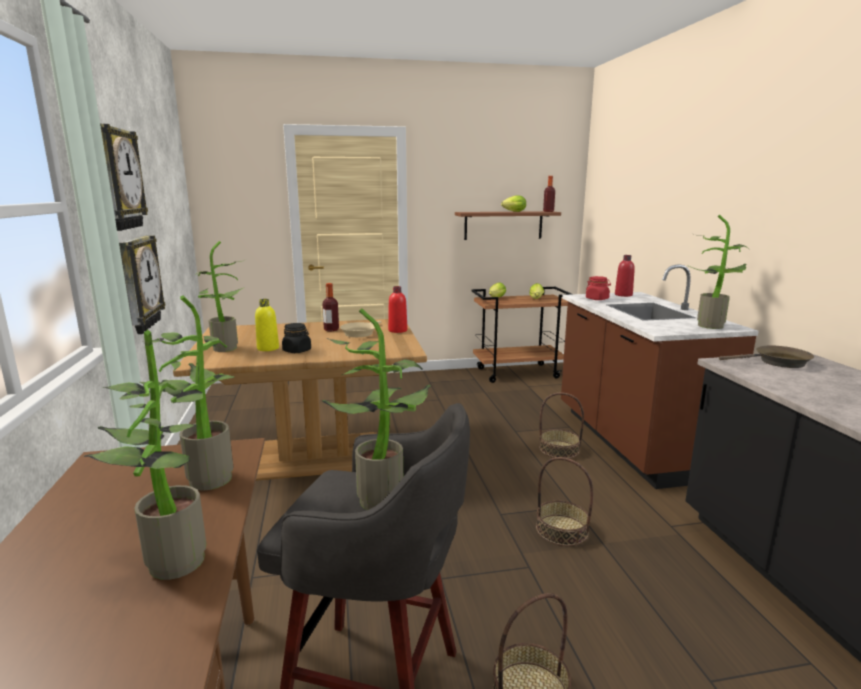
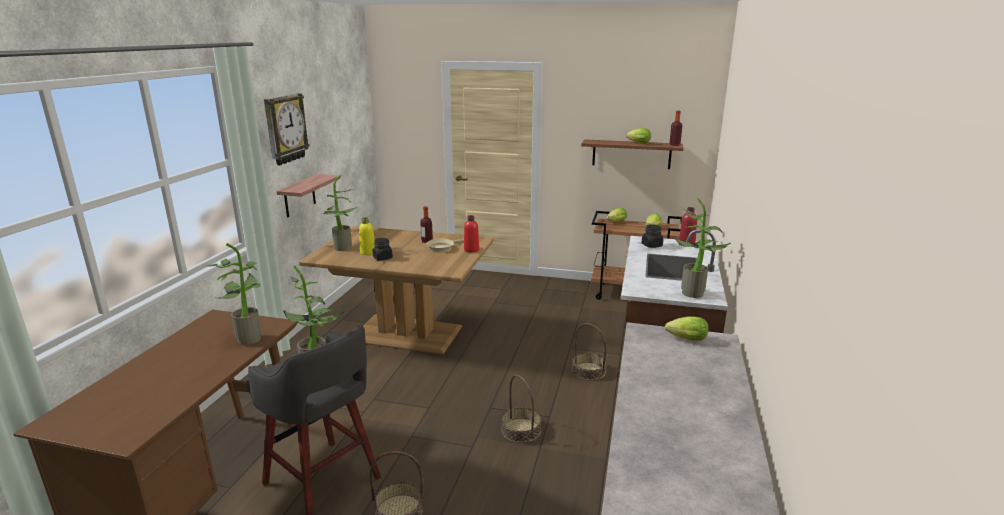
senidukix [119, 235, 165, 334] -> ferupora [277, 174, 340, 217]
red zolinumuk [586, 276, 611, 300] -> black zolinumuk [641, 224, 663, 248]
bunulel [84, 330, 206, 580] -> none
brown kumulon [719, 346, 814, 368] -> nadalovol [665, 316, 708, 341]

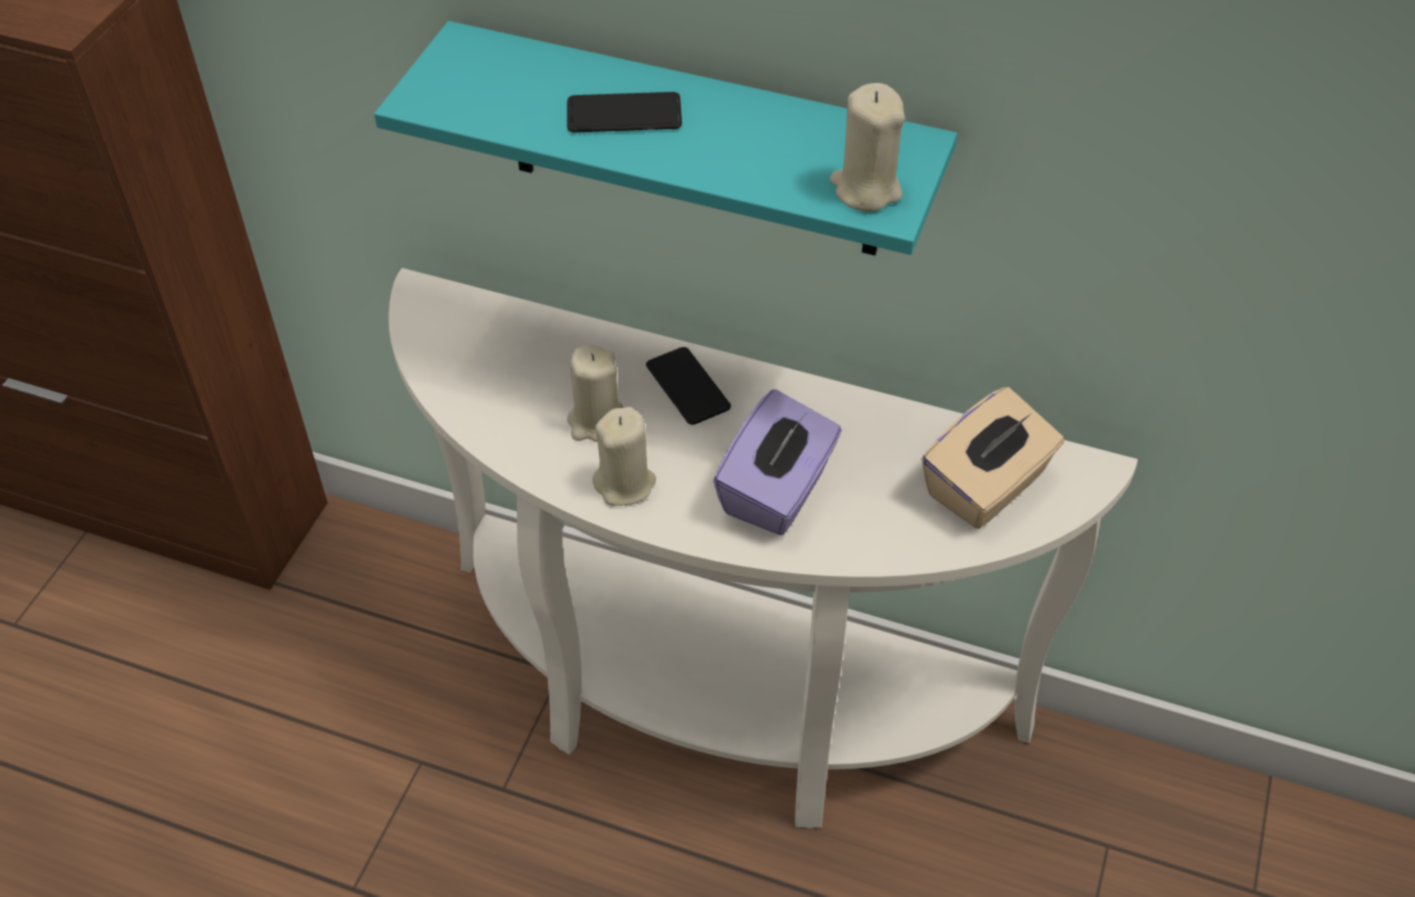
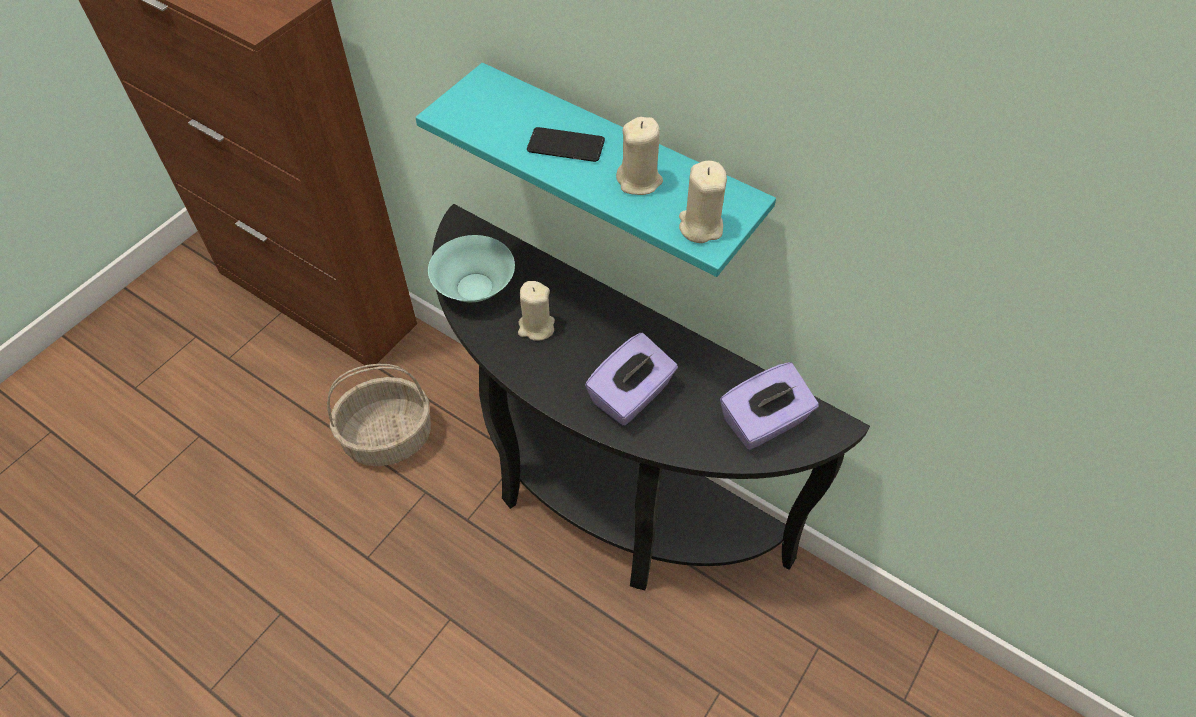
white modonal [389, 268, 1138, 828] -> black modonal [432, 204, 870, 590]
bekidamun [646, 347, 731, 425] -> none
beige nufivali [922, 387, 1064, 529] -> purple nufivali [720, 362, 819, 450]
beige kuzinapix [593, 407, 656, 506] -> beige kuzinapix [616, 117, 663, 195], moved
none -> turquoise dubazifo [428, 235, 515, 302]
none -> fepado [327, 364, 431, 466]

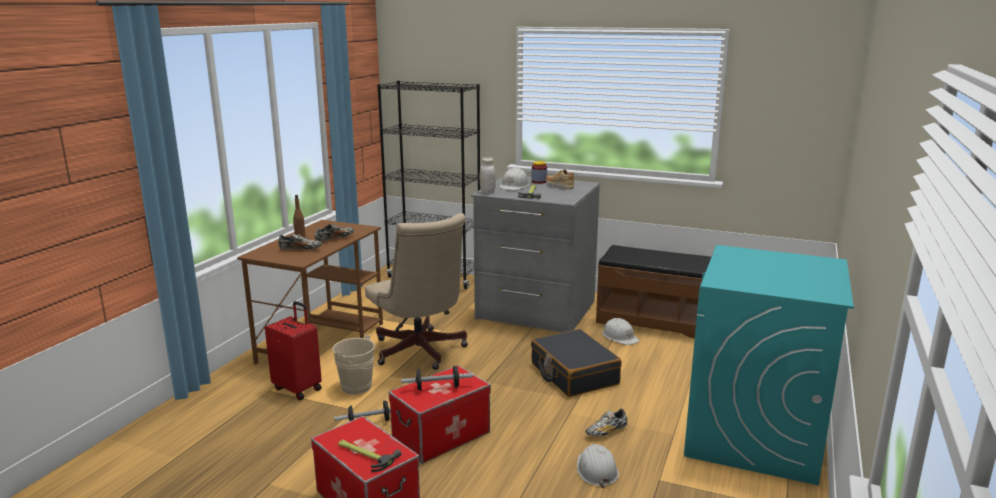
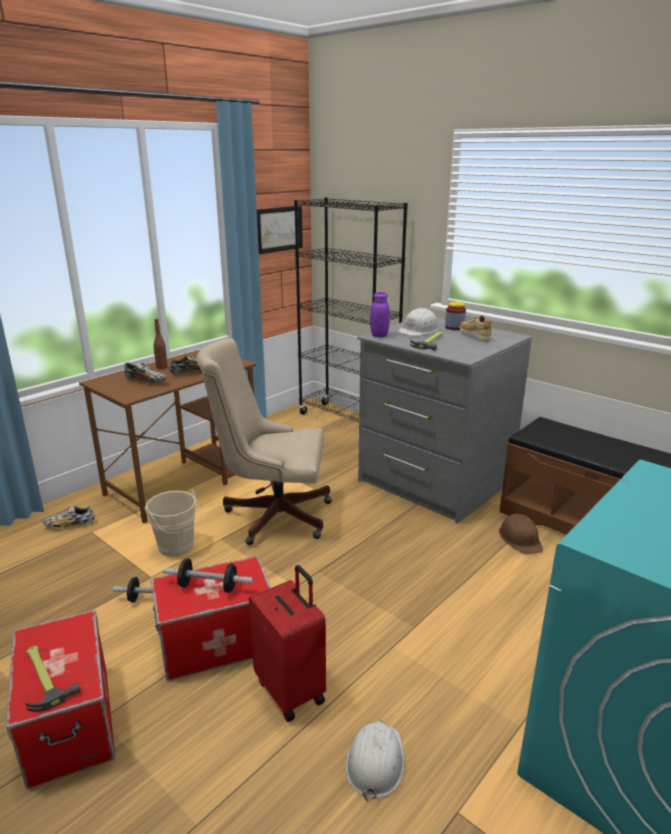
white zolinumuk [479, 157, 496, 194] -> purple zolinumuk [370, 292, 390, 337]
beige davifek [365, 213, 468, 370] -> beige davifek [196, 338, 332, 545], 105 degrees clockwise
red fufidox [265, 301, 322, 400] -> red fufidox [249, 565, 326, 722], moved
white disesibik [602, 318, 639, 345] -> brown disesibik [499, 514, 543, 554]
black fufidox [531, 329, 622, 397] -> none
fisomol [585, 409, 628, 436] -> fisomol [43, 505, 95, 528], moved
none -> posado [257, 206, 303, 254]

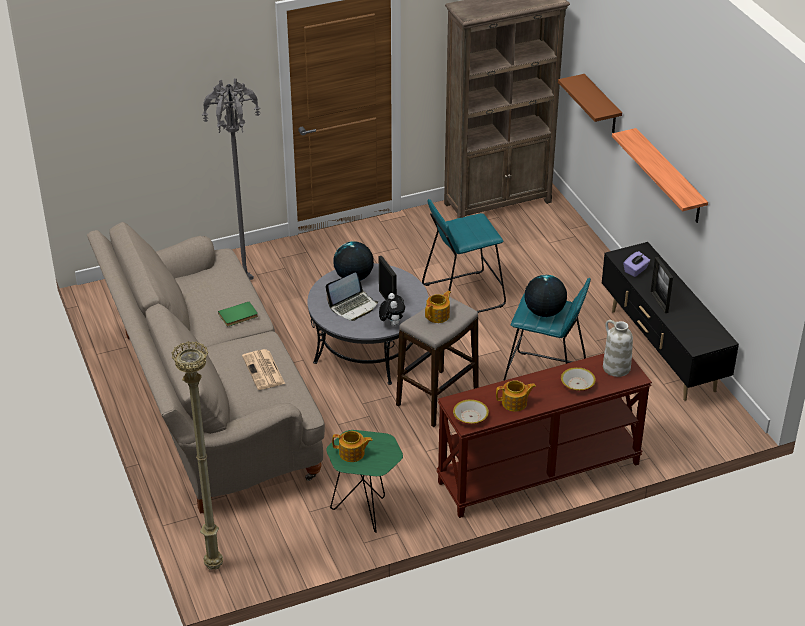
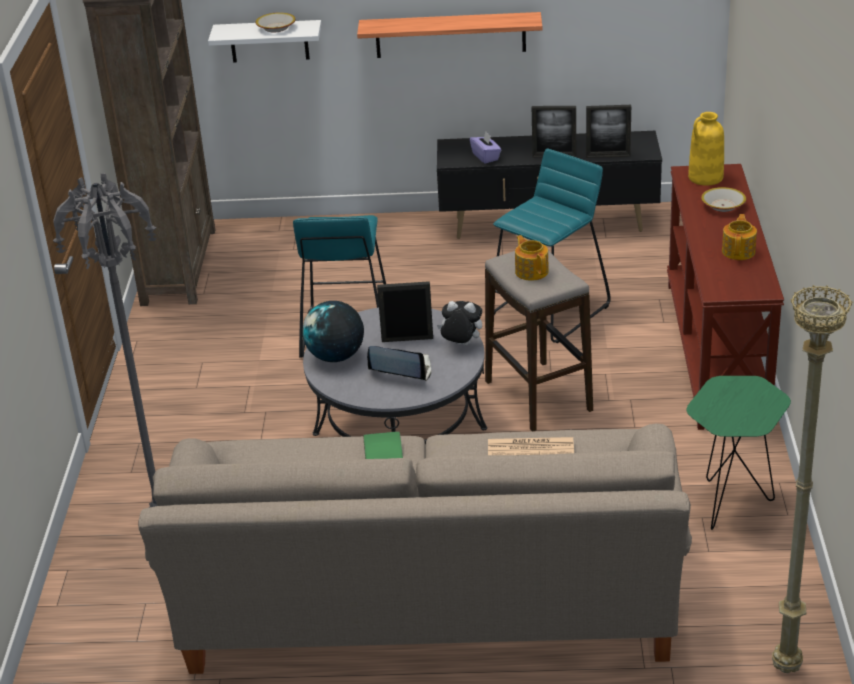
brown ferupora [558, 74, 622, 133] -> white ferupora [208, 20, 322, 63]
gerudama [326, 273, 378, 321] -> gerudama [367, 346, 431, 381], 60 degrees counterclockwise
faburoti [525, 275, 567, 317] -> none
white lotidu [603, 320, 633, 377] -> yellow lotidu [688, 112, 724, 185]
dubazifo [453, 399, 489, 424] -> dubazifo [256, 13, 296, 32], moved
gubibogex [332, 431, 373, 462] -> none
none -> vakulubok [586, 105, 631, 158]

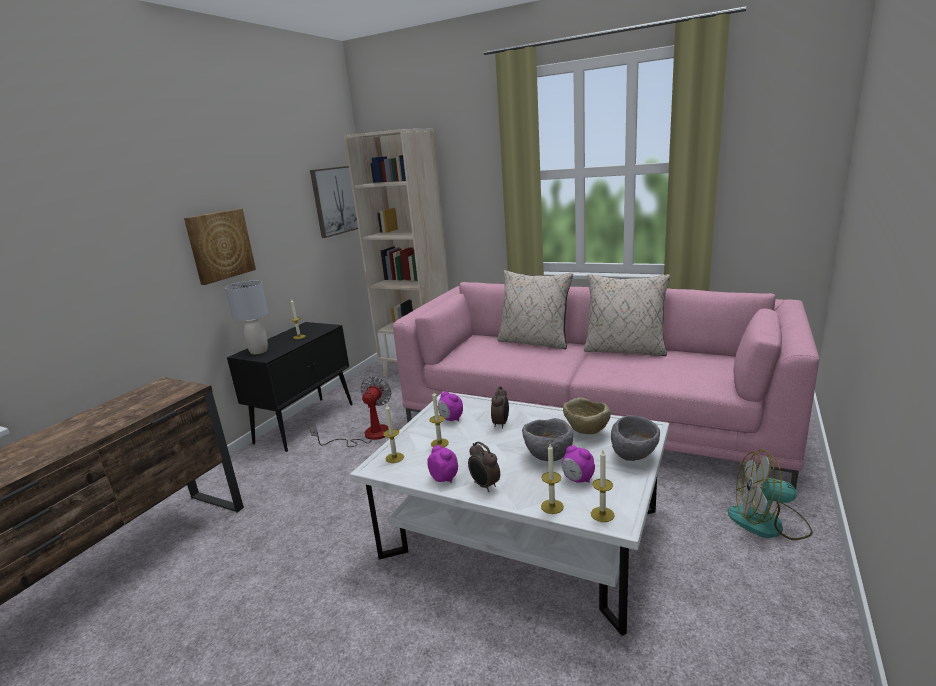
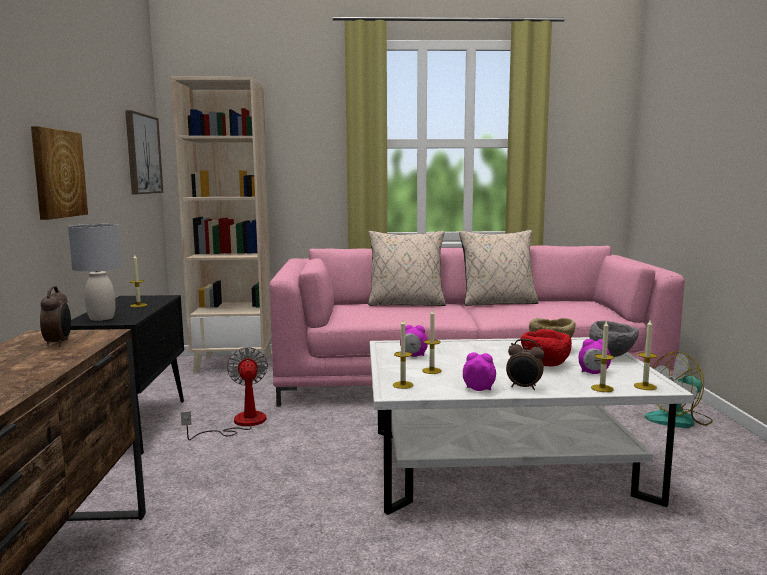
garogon [491, 386, 509, 429] -> garogon [40, 286, 71, 346], moved
grey dubazifo [522, 418, 573, 461] -> red dubazifo [521, 329, 572, 366]

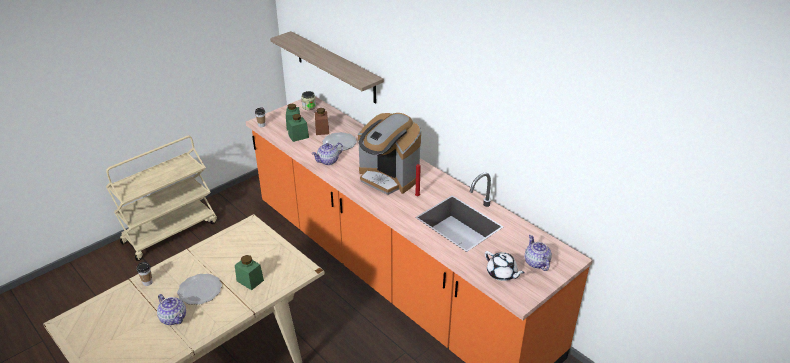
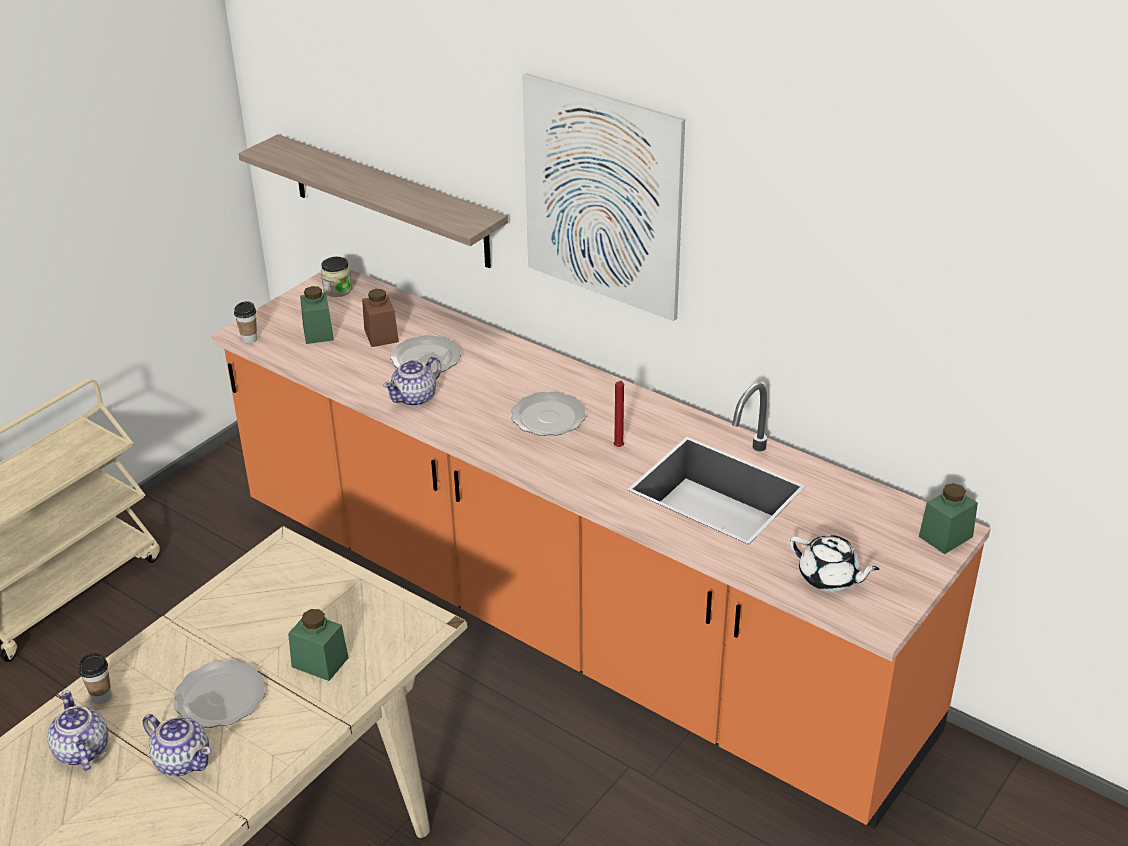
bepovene [358, 113, 421, 195] -> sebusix [511, 391, 586, 436]
green zolinumuk [288, 114, 309, 142] -> green zolinumuk [919, 483, 978, 554], moved
gubibogex [525, 235, 552, 271] -> gubibogex [48, 690, 108, 771], moved
none -> posado [522, 73, 685, 321]

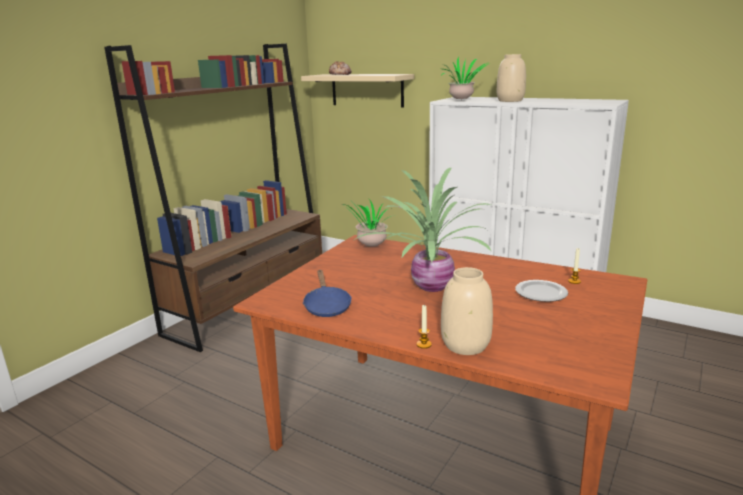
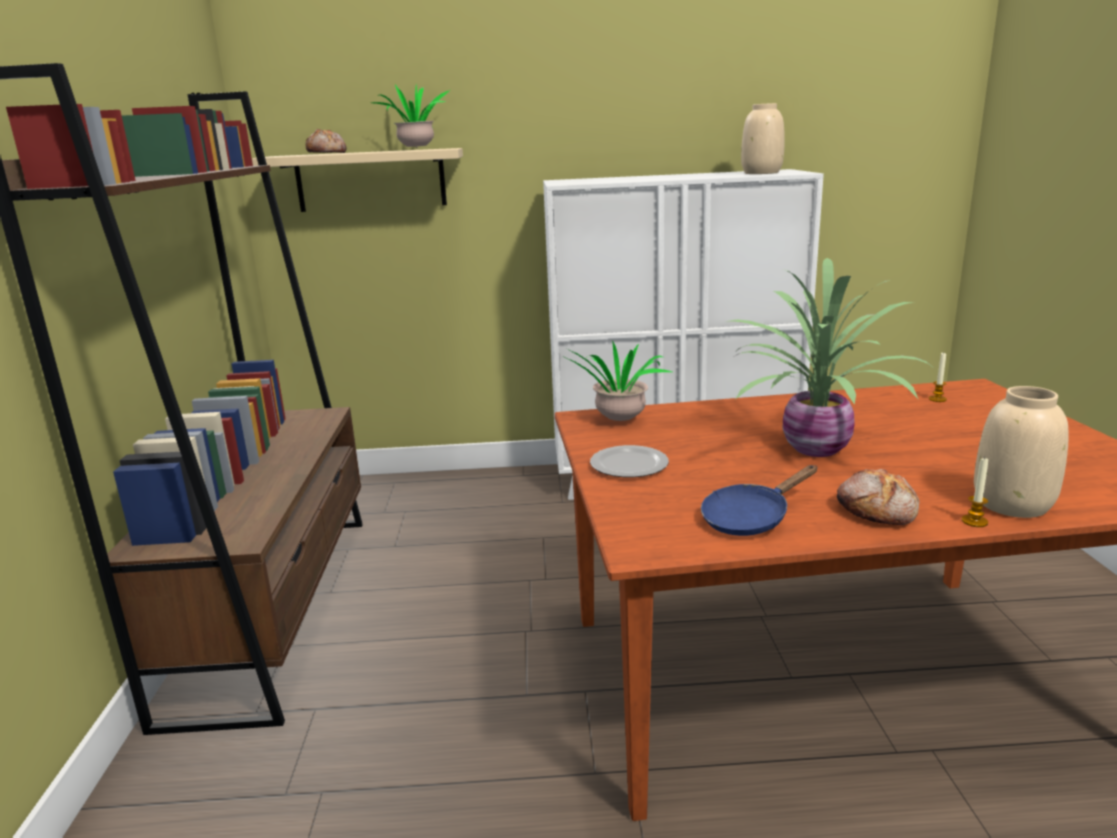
beige lotidu [497, 54, 526, 102] -> beige lotidu [741, 103, 785, 174], moved
bunulel [442, 57, 489, 100] -> bunulel [372, 84, 450, 148], moved
blue kumulon [303, 270, 352, 317] -> blue kumulon [701, 465, 818, 536], 105 degrees clockwise
sebusix [515, 280, 568, 302] -> sebusix [590, 445, 669, 477], moved
none -> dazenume [837, 469, 919, 525]

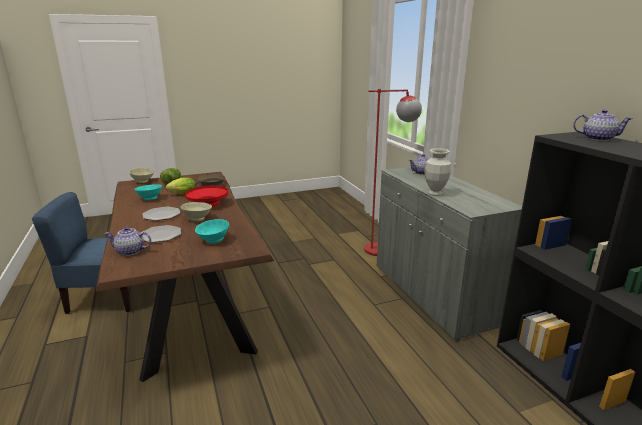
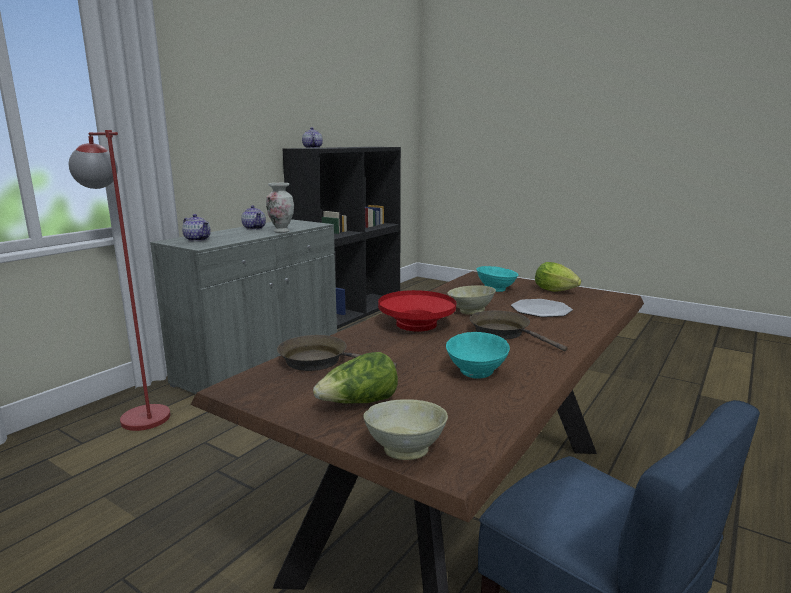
nadalovol [166, 177, 196, 194] -> nadalovol [535, 262, 581, 292], moved
sebusix [143, 207, 180, 221] -> brown kumulon [469, 311, 567, 352]
gubibogex [104, 227, 151, 256] -> gubibogex [241, 205, 266, 230], moved

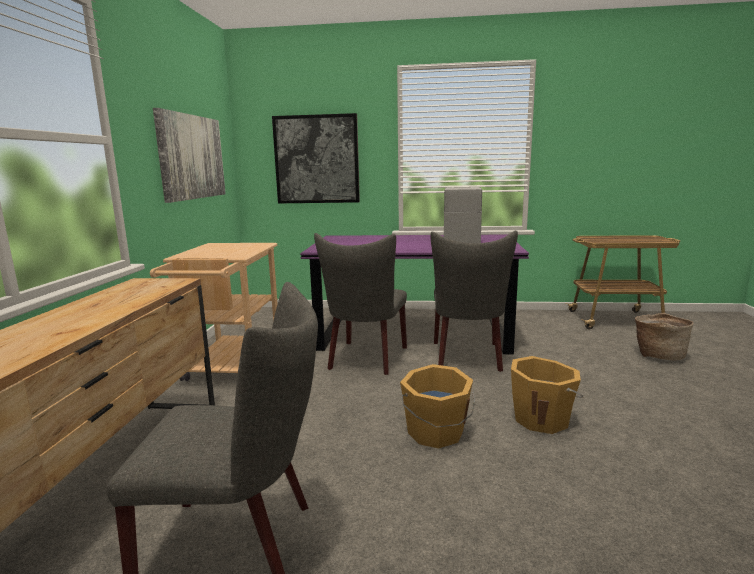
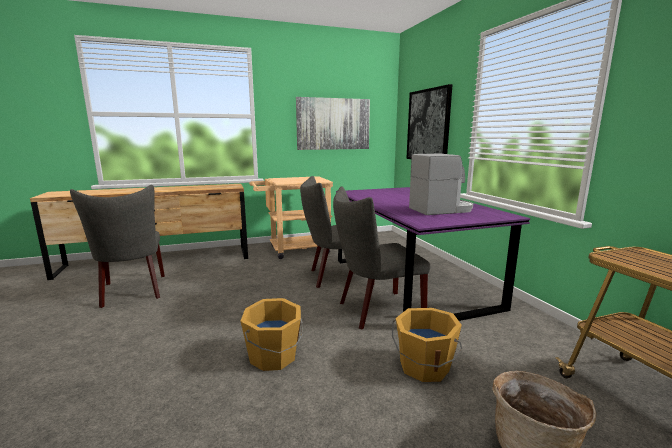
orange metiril [400, 364, 475, 448] -> orange metiril [392, 308, 462, 382], moved

